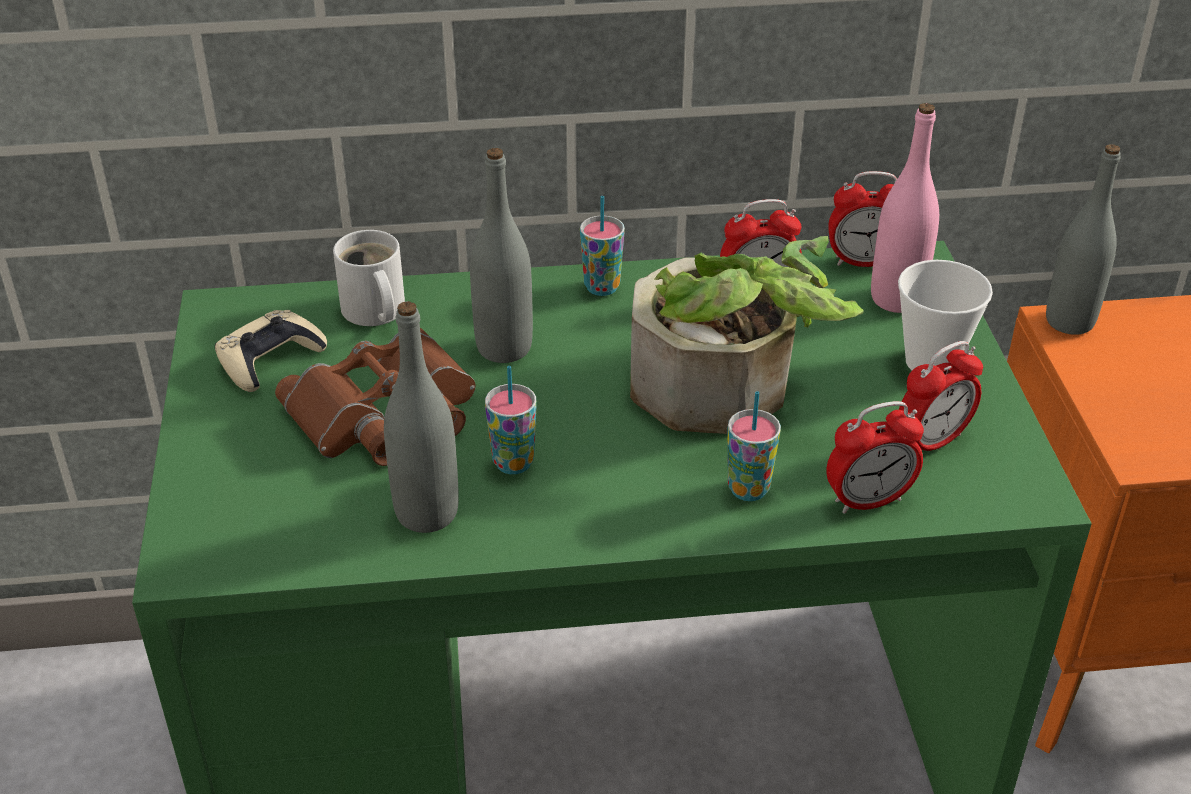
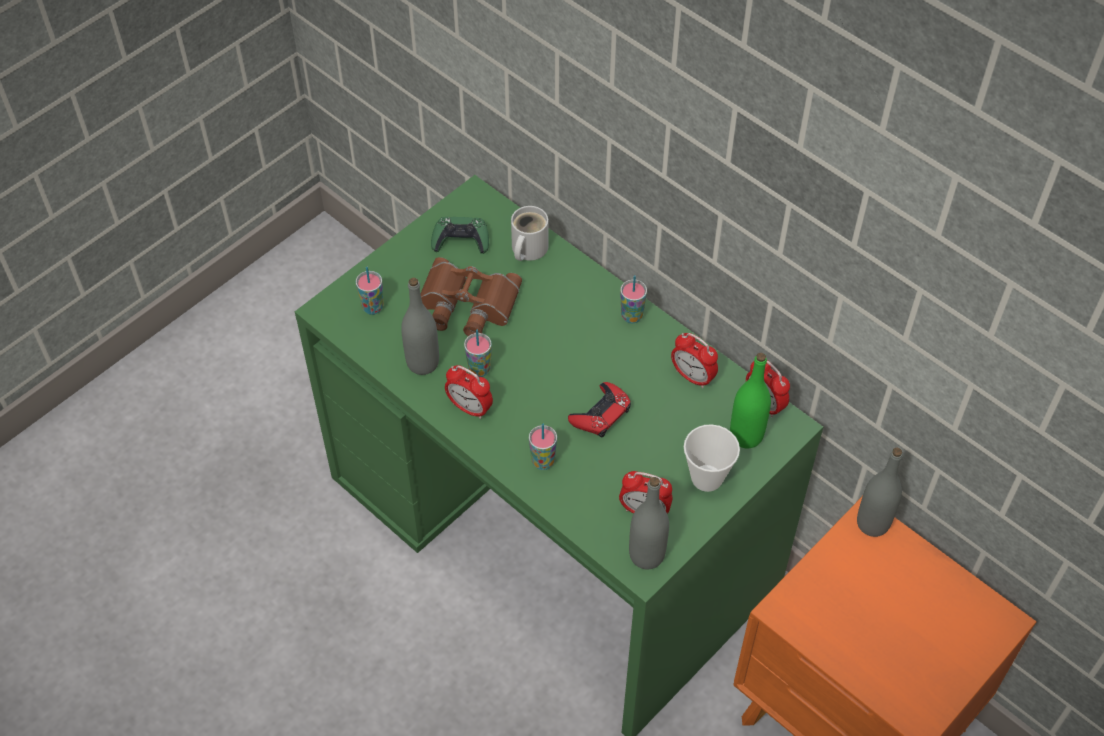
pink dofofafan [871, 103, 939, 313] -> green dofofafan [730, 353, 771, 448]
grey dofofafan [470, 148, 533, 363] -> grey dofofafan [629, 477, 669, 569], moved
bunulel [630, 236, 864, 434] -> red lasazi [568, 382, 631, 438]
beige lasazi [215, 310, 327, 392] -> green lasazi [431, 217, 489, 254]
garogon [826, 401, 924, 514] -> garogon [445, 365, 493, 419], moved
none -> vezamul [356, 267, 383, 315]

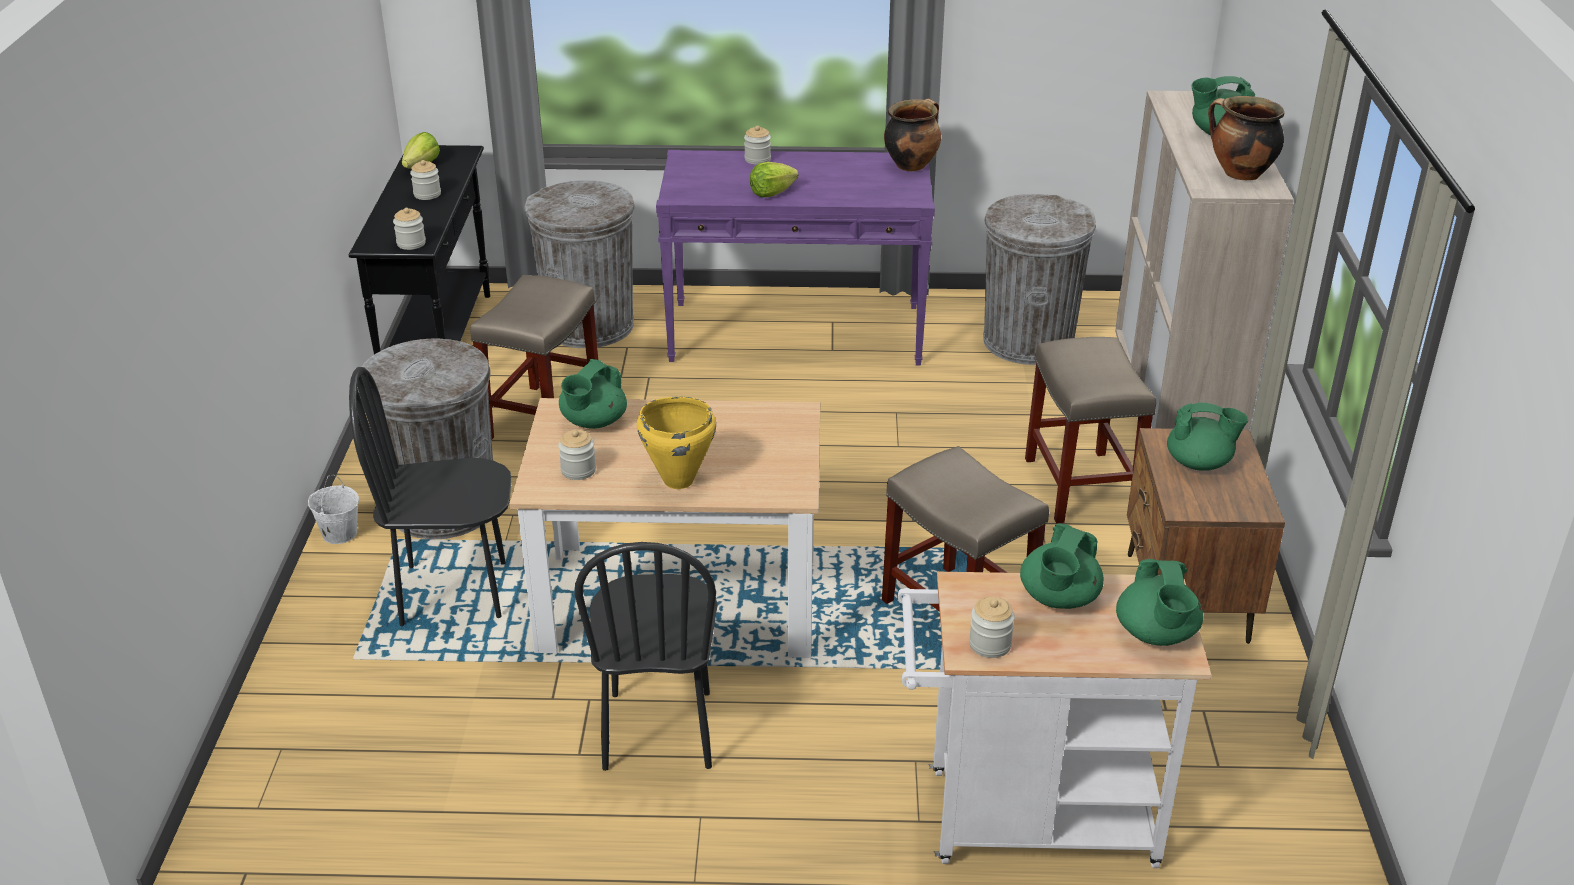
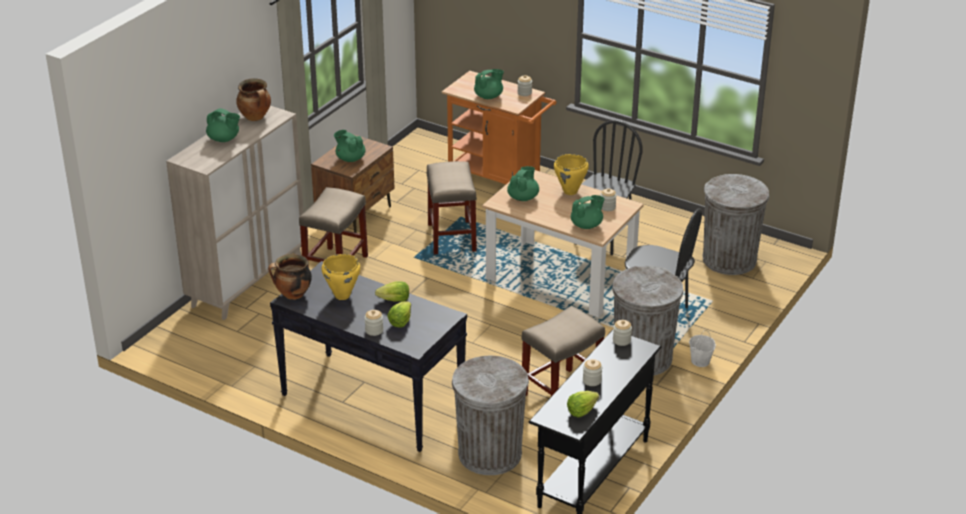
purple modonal [656, 150, 935, 365] -> black modonal [270, 261, 467, 452]
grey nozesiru [983, 194, 1096, 365] -> grey nozesiru [703, 174, 769, 275], moved
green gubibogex [1116, 559, 1203, 646] -> green gubibogex [507, 166, 539, 201], moved
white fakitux [898, 572, 1212, 868] -> orange fakitux [442, 71, 556, 184]
none -> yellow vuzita [321, 254, 360, 300]
none -> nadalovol [387, 301, 411, 328]

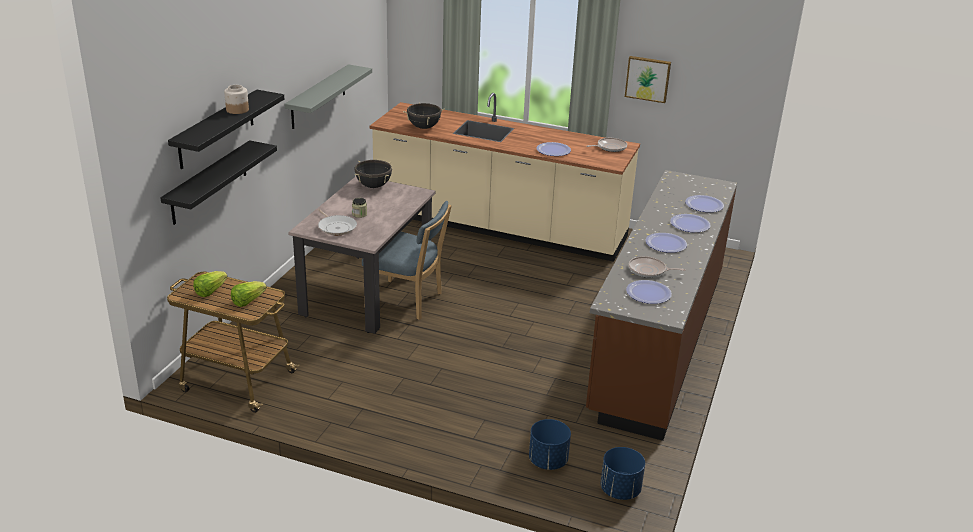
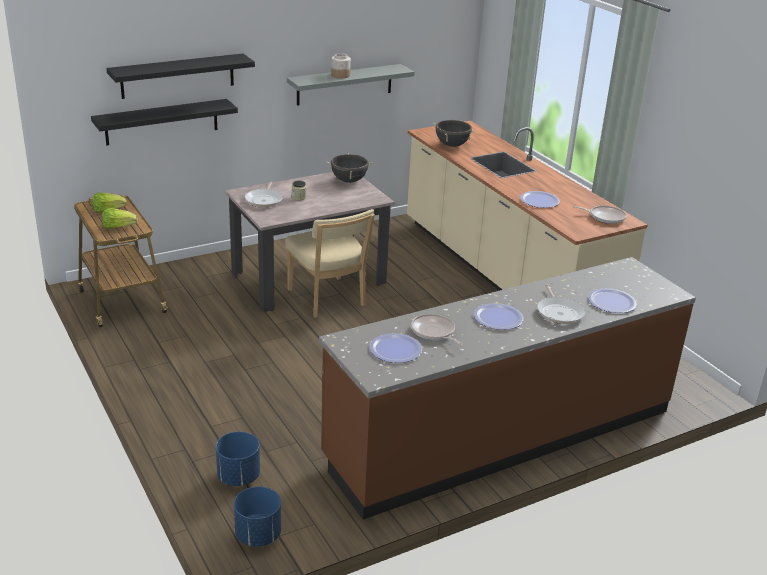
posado [625, 56, 671, 103] -> none
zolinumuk [224, 85, 249, 114] -> zolinumuk [331, 53, 351, 78], moved
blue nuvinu [362, 201, 451, 320] -> beige nuvinu [285, 209, 375, 318]
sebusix [670, 214, 711, 232] -> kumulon [537, 284, 586, 324]

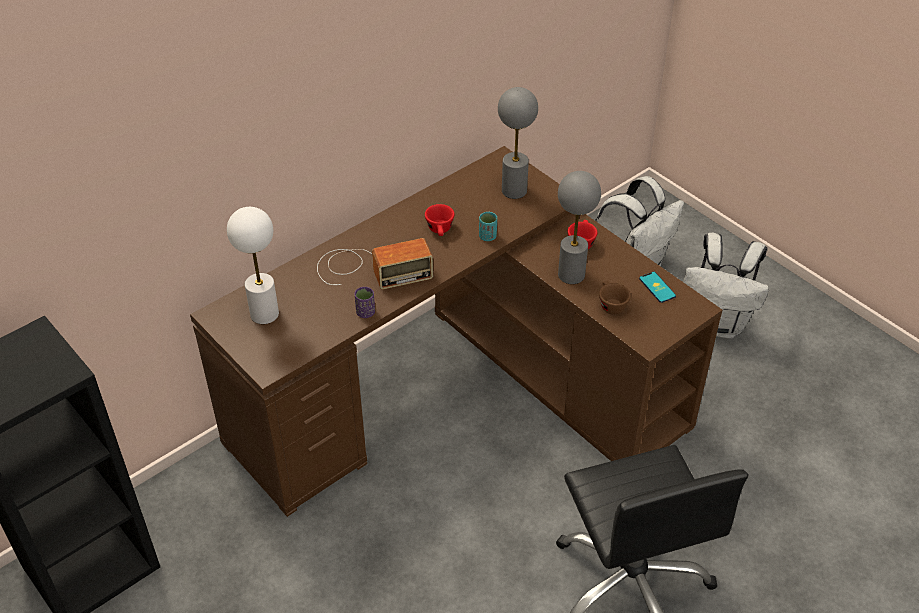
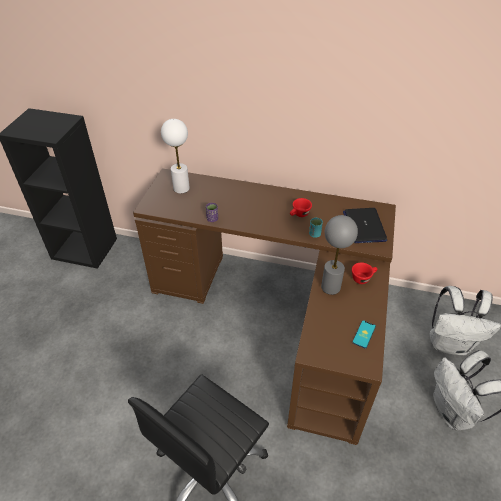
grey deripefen [498, 87, 538, 199] -> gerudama [343, 208, 387, 243]
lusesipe [317, 238, 433, 289] -> none
brown vezamul [599, 281, 631, 314] -> none

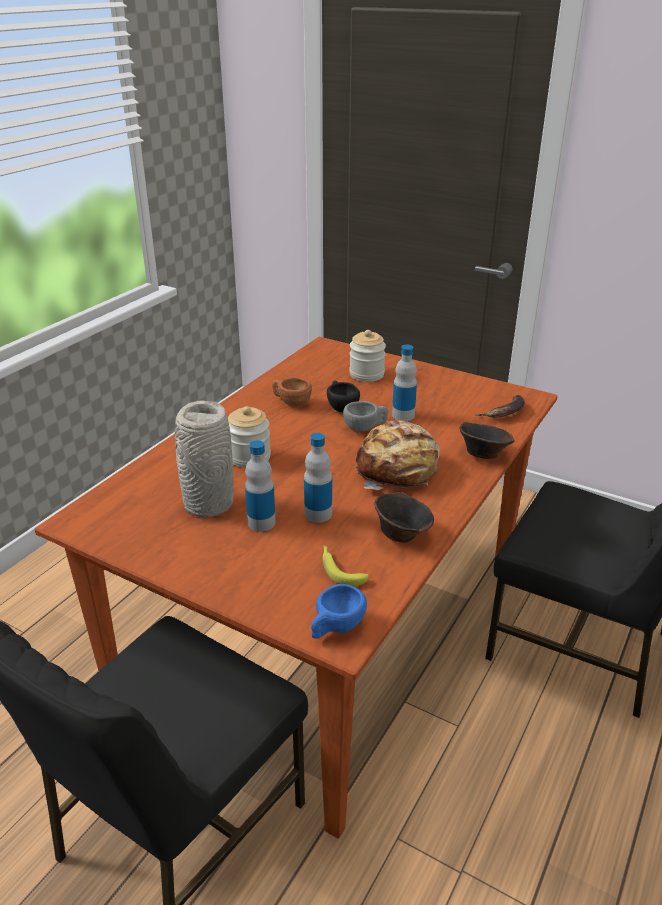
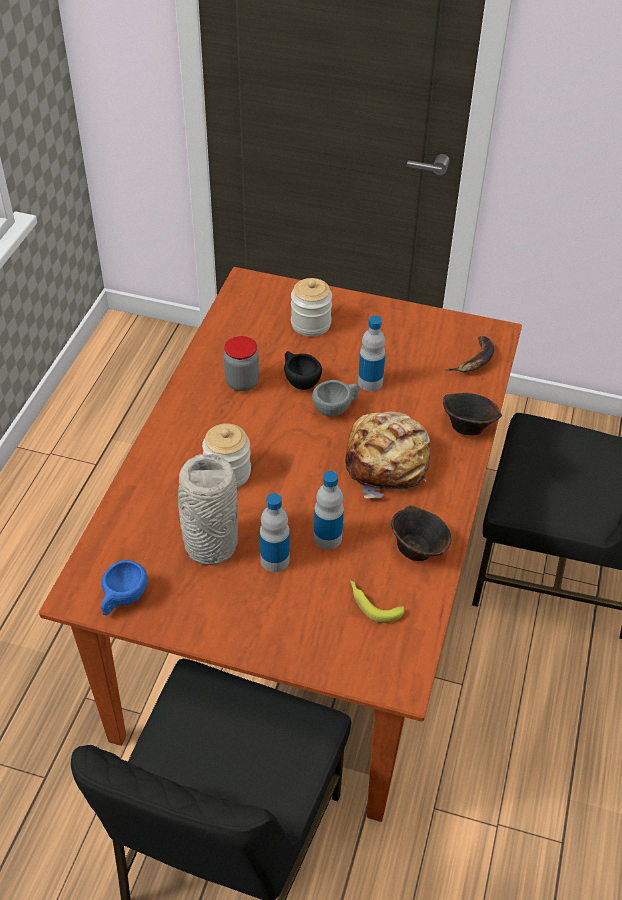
brown vezamul [272, 378, 312, 407] -> zolinumuk [224, 336, 259, 391]
blue vezamul [311, 584, 367, 639] -> blue vezamul [101, 560, 148, 615], moved

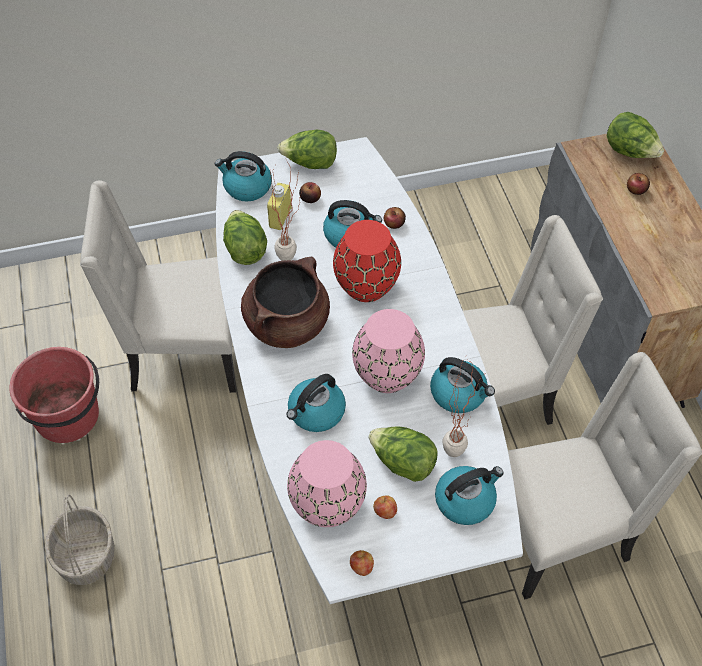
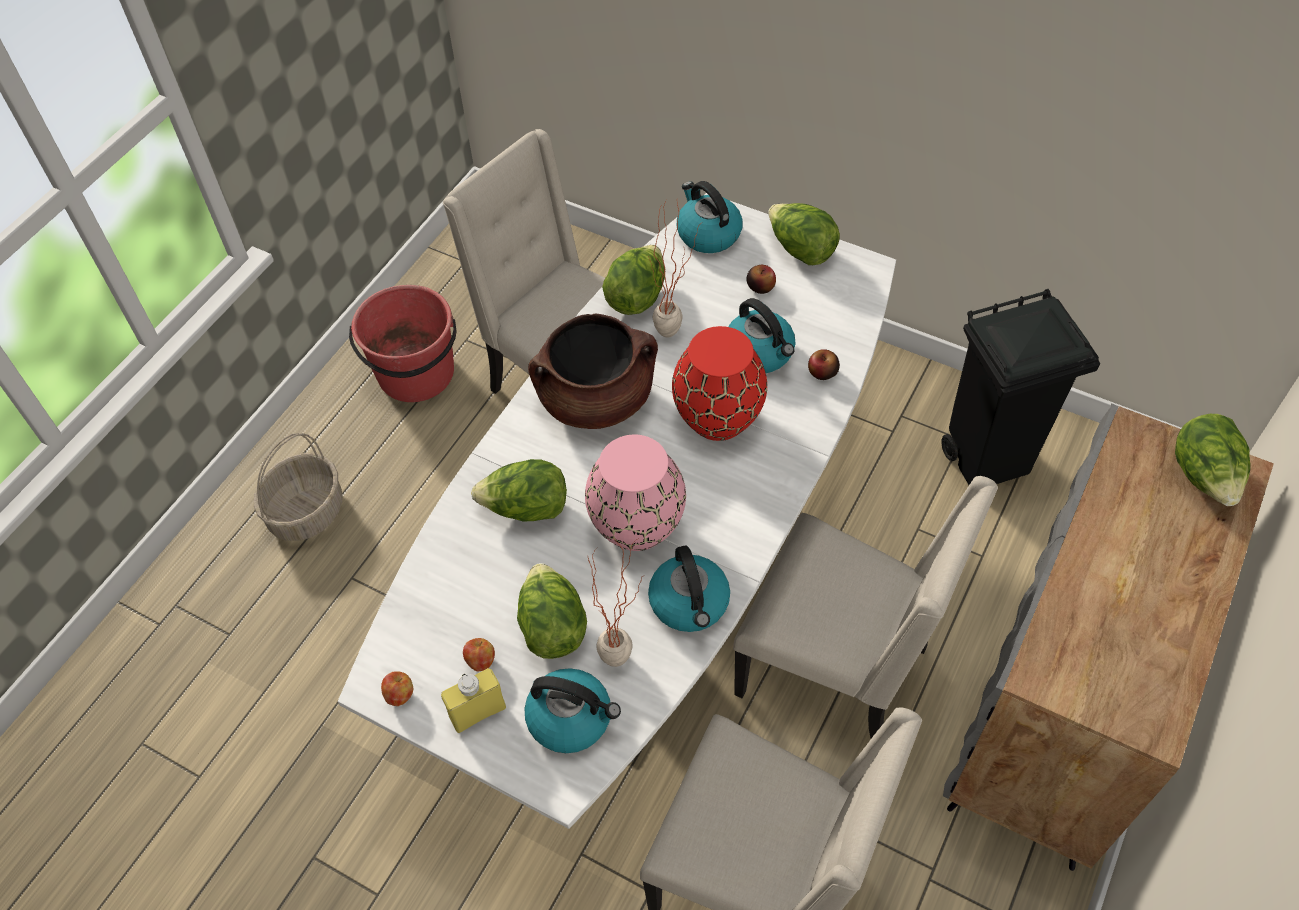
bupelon [627, 173, 650, 195] -> none
yellow dofofafan [267, 183, 292, 230] -> yellow dofofafan [441, 668, 506, 733], moved
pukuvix [286, 374, 346, 432] -> nadalovol [471, 459, 567, 521]
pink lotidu [287, 440, 367, 527] -> none
none -> black nozesiru [941, 289, 1100, 485]

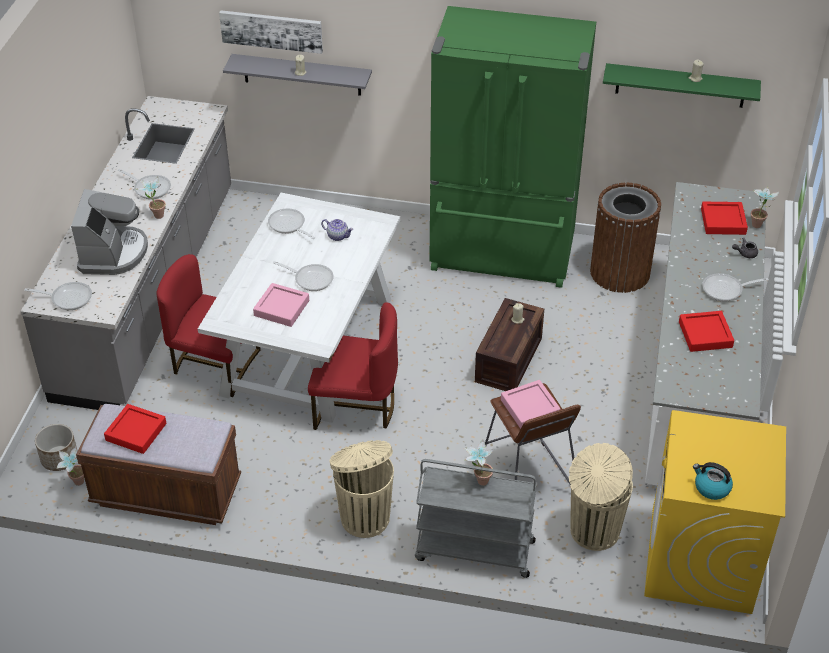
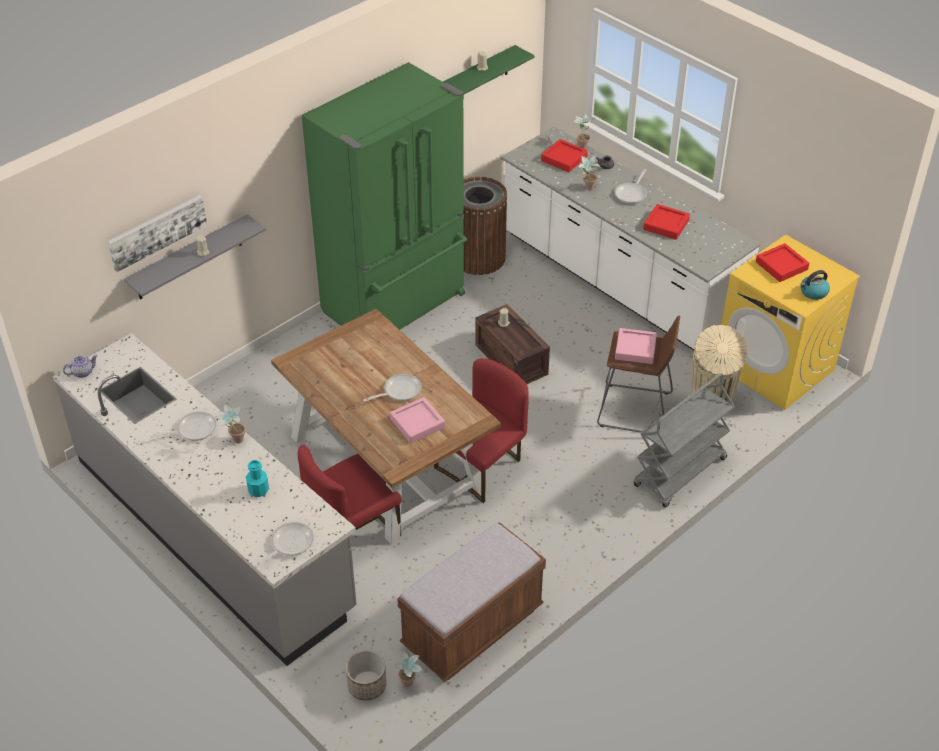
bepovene [71, 189, 148, 275] -> turquoise dofofafan [246, 460, 269, 497]
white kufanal [198, 193, 400, 423] -> brown kufanal [271, 309, 501, 544]
kumulon [268, 209, 315, 239] -> none
gubibogex [321, 219, 354, 241] -> gubibogex [63, 355, 98, 378], moved
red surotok [104, 404, 166, 454] -> red surotok [756, 243, 809, 282], moved
beige nozesiru [329, 440, 394, 538] -> none
bunulel [464, 440, 494, 486] -> bunulel [579, 154, 600, 190], moved

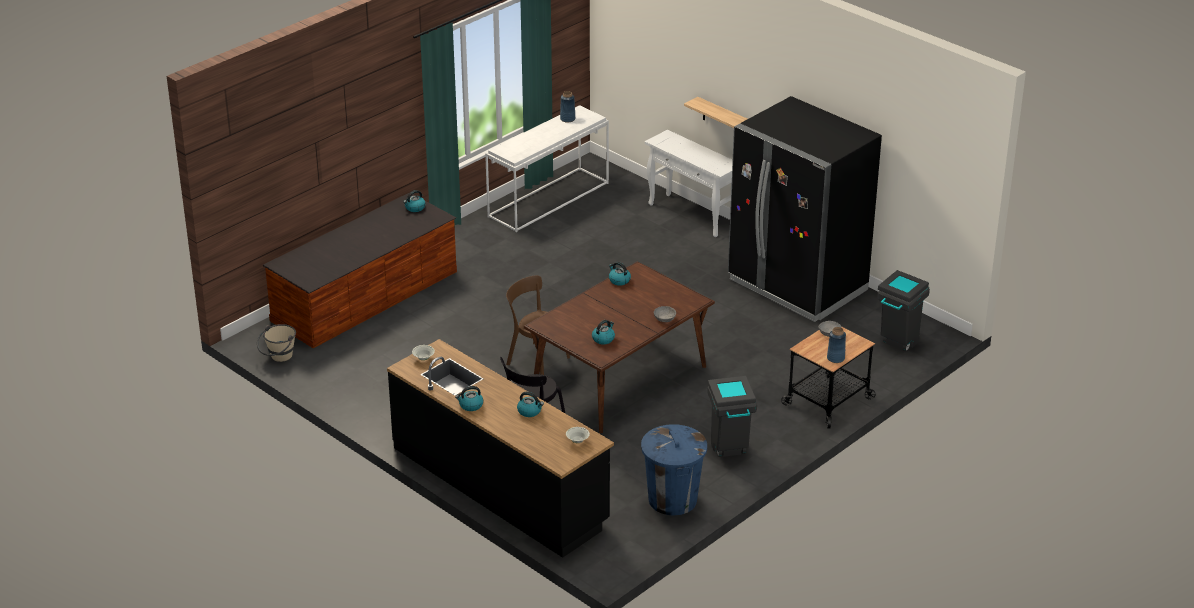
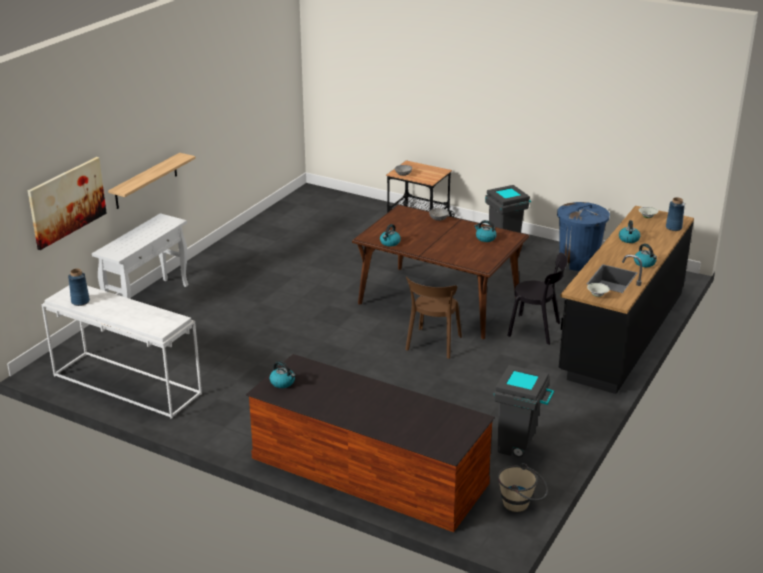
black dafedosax [728, 96, 882, 322] -> none
grey nozesiru [878, 270, 930, 351] -> grey nozesiru [494, 365, 554, 457], moved
blue lotidu [827, 327, 846, 363] -> blue lotidu [666, 197, 685, 231], moved
none -> posado [28, 157, 107, 250]

